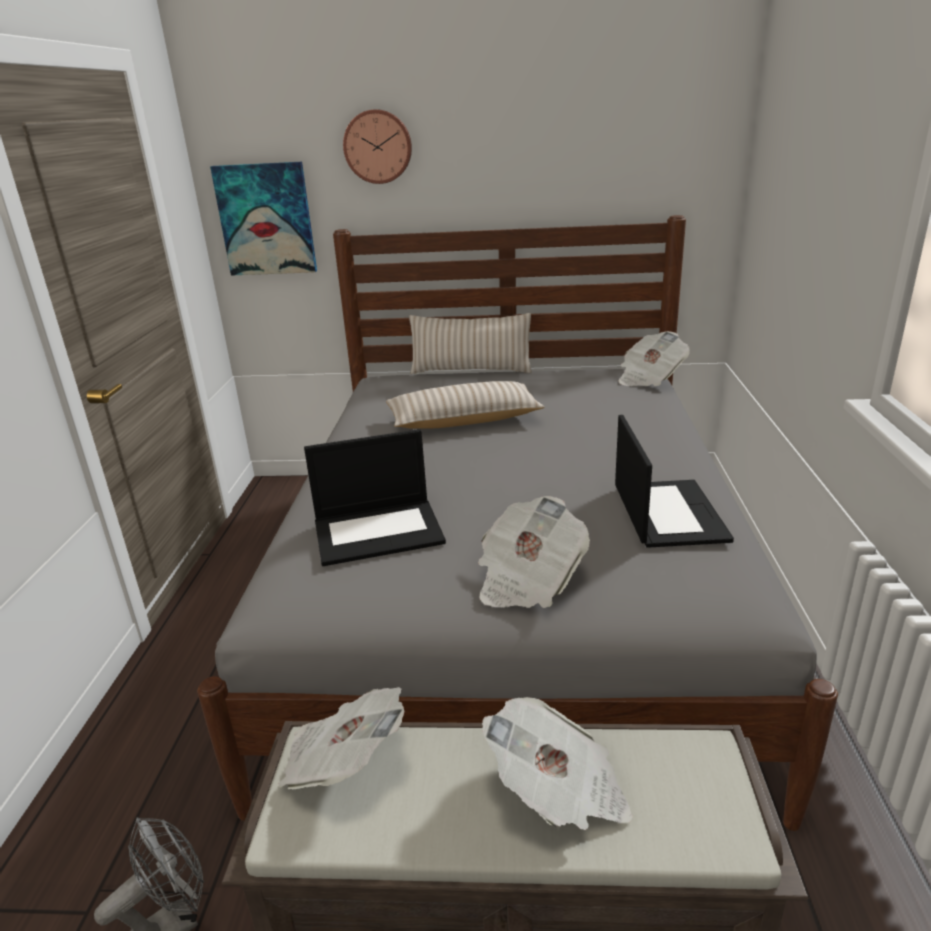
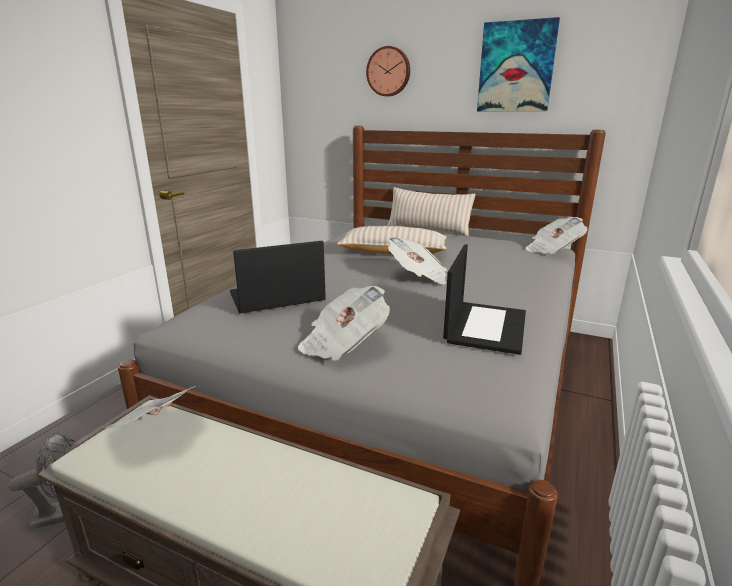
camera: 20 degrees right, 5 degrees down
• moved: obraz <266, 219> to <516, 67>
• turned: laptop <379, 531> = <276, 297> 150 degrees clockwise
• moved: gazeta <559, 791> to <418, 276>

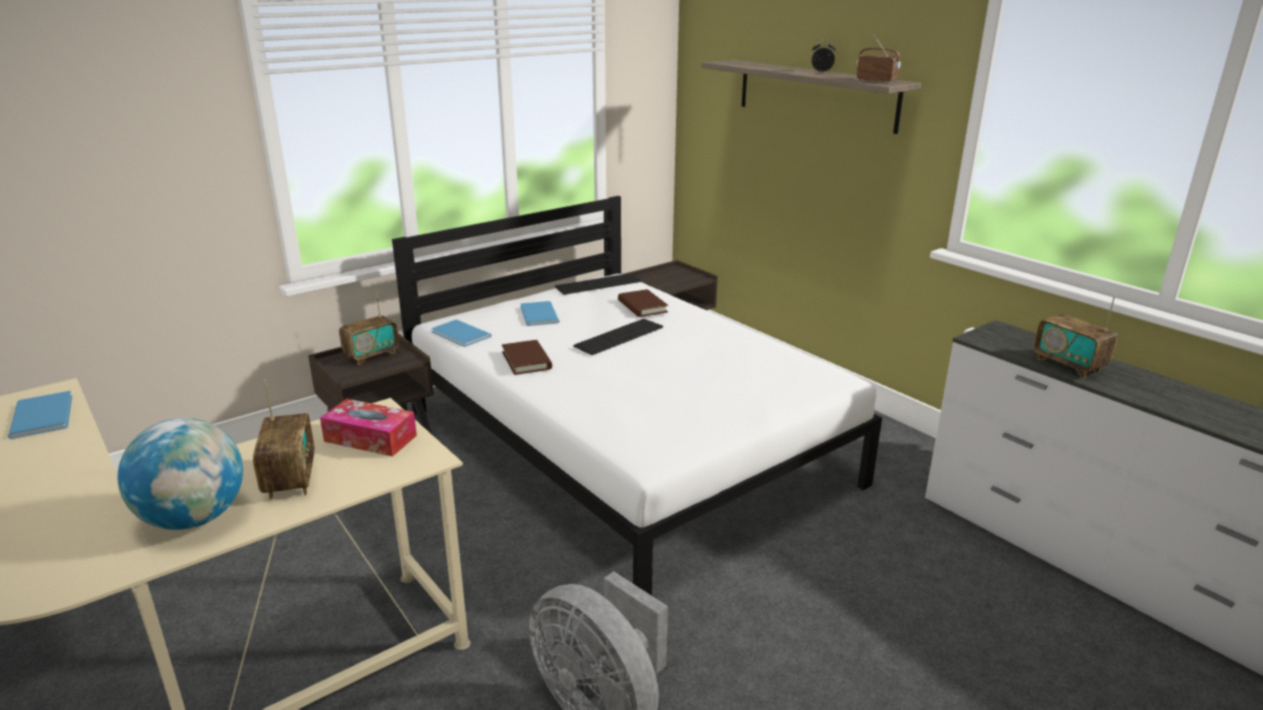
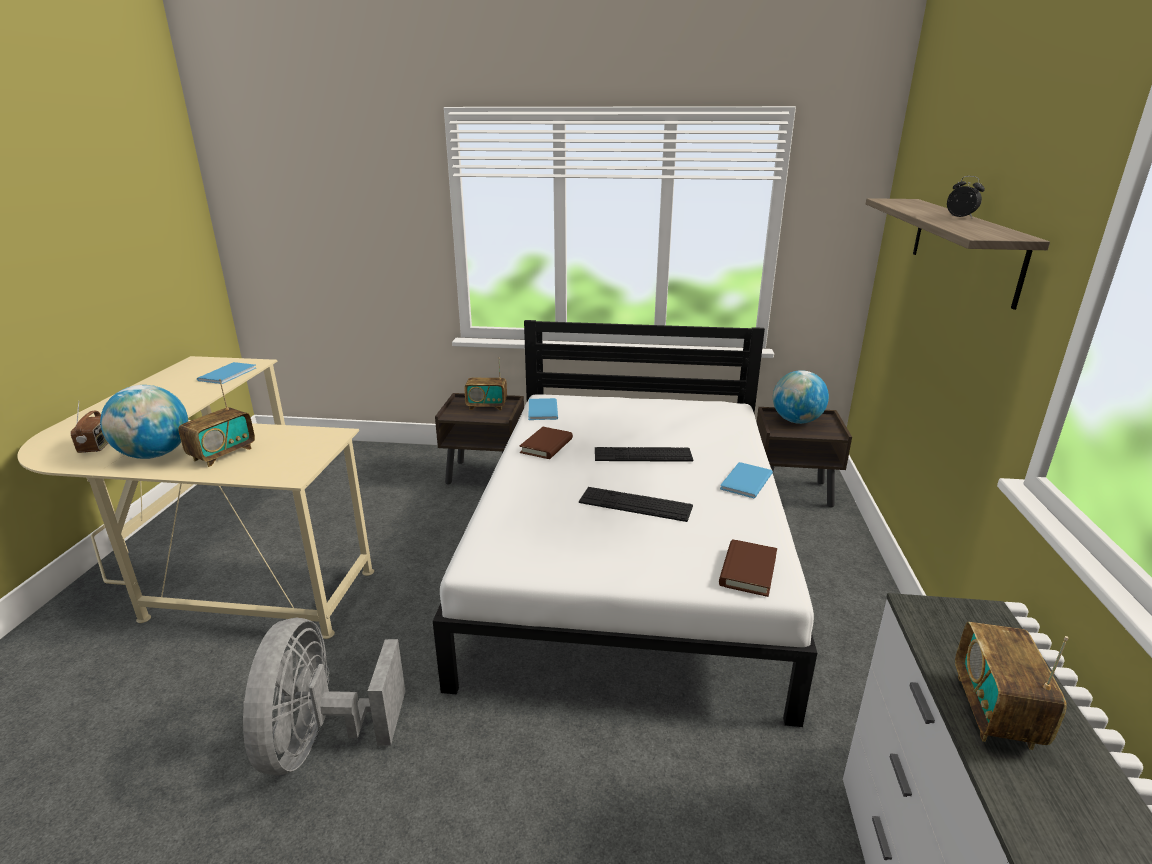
camera: 45 degrees right, 0 degrees up
• removed: pudełko chusteczek <370, 438>
• moved: książka [niebieski] <538, 315> to <744, 481>
• moved: klawiatura <598, 284> to <635, 504>
• moved: książka [brązowy] <642, 306> to <747, 571>
• moved: radio <876, 80> to <98, 446>
• added: globus <796, 421>

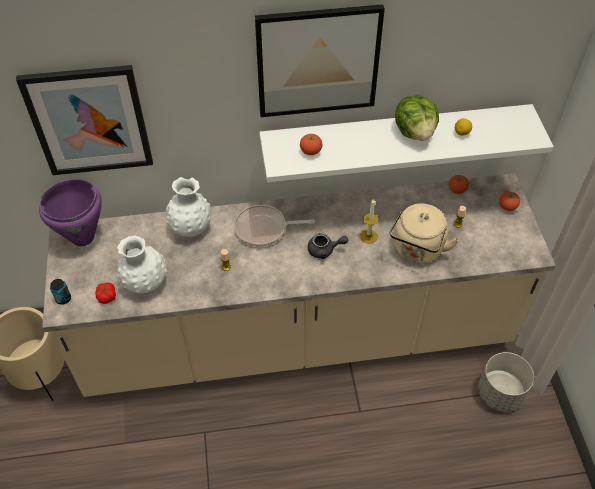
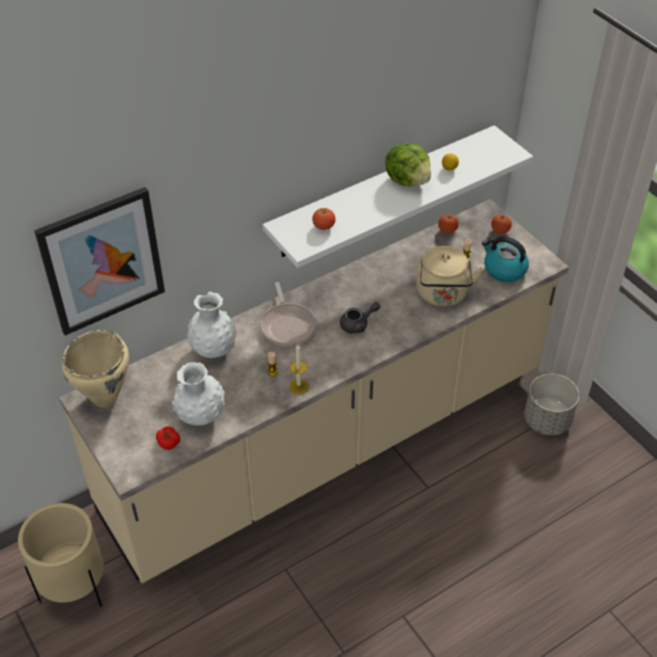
camera: 25 degrees left, 5 degrees down
• recoloured: garnek [fioletowy] <83, 237> to garnek [beżowy] <105, 397>
• removed: puszka <63, 299>
• turned: patelnia <264, 229> = <287, 325> 75 degrees counterclockwise
• removed: obraz <318, 61>
• moved: świeca <368, 236> to <299, 387>
• added: czajnik <504, 270>

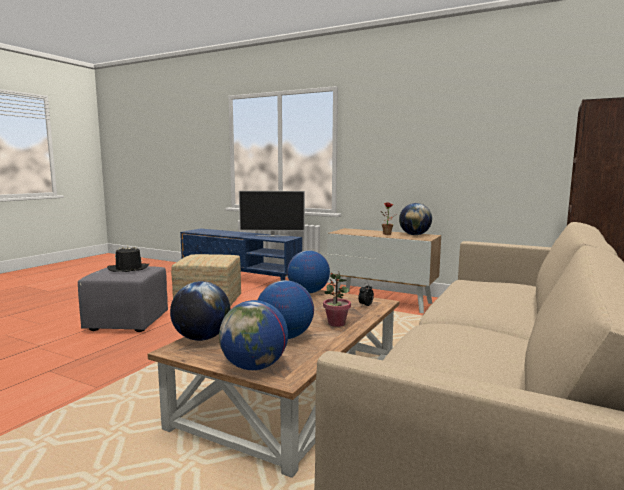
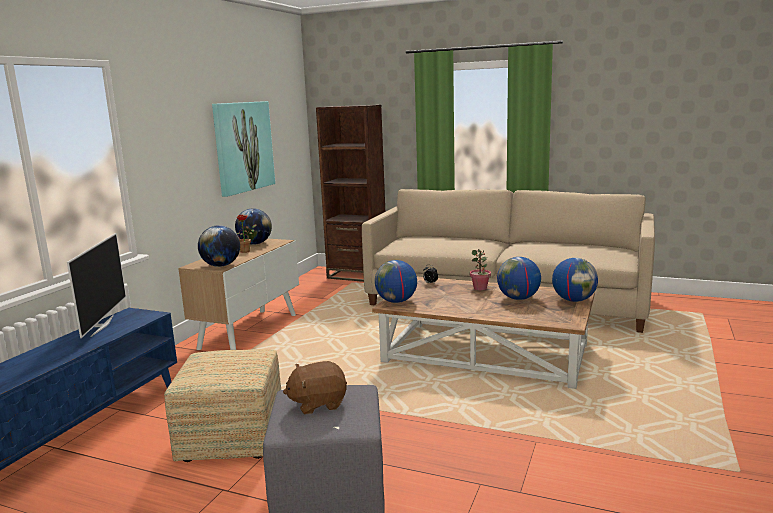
camera: 95 degrees left, 5 degrees up
• replaced: kapelusz [czarny] <128, 269> to pluszak [brązowy] <318, 403>
• moved: globus <201, 338> to <221, 265>
• added: obraz <243, 147>

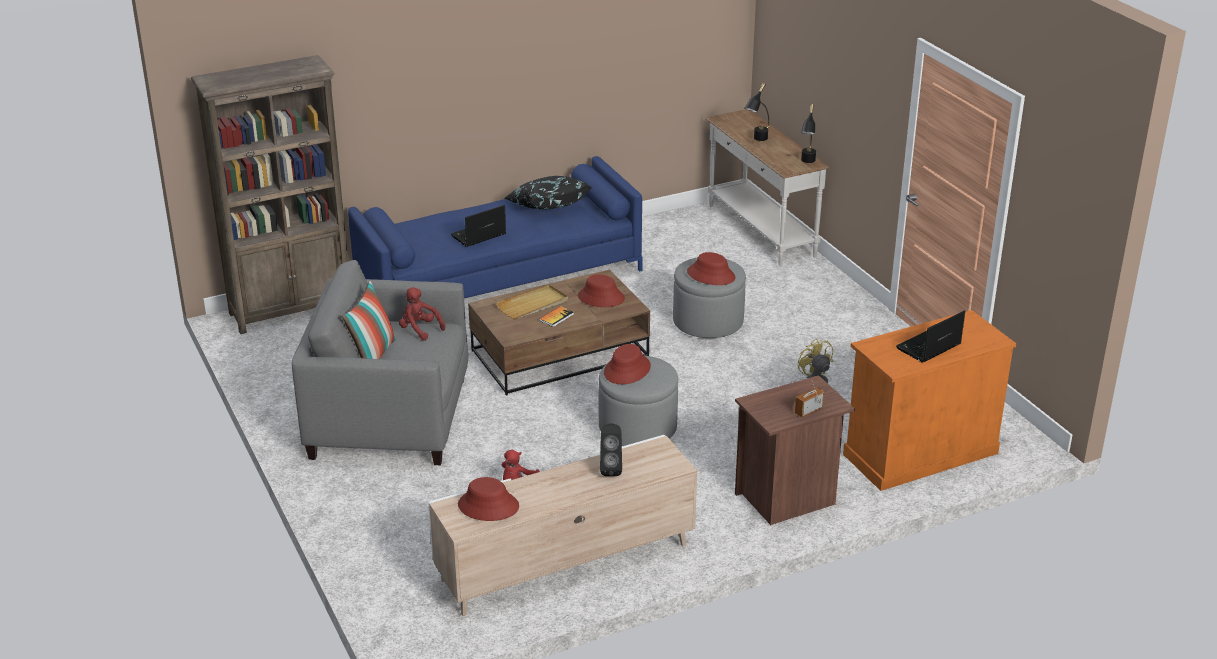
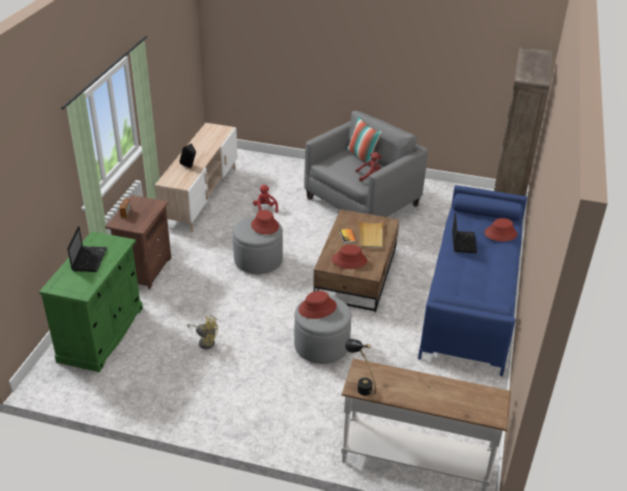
camera: 130 degrees right, 5 degrees up
• moved: kapelusz [czerwony] <488, 506> to <500, 233>
• removed: poduszka [czarny] <547, 206>
• removed: lampa stołowa [czarny] <757, 140>
• recoloured: szafka [pomarańczowy] <920, 453> to szafka [zielony] <101, 334>

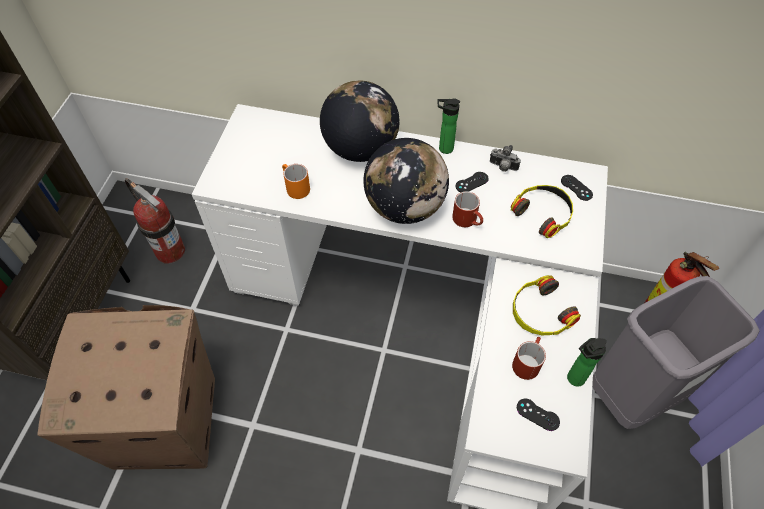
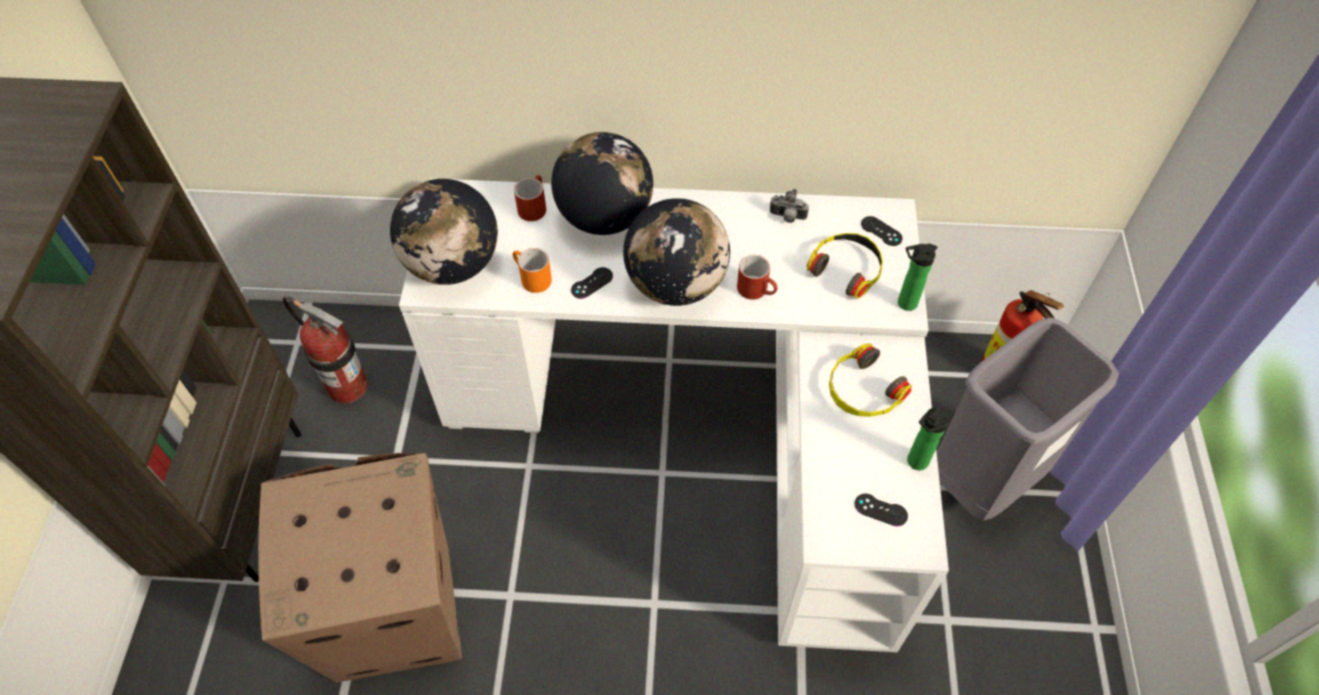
camera: 10 degrees left, 0 degrees up
• moved: butelka <443, 148> to <904, 303>
• moved: pad do gier [czarny] <472, 182> to <592, 283>
• moved: kubek [czerwony] <526, 361> to <533, 206>
• added: globus <453, 265>

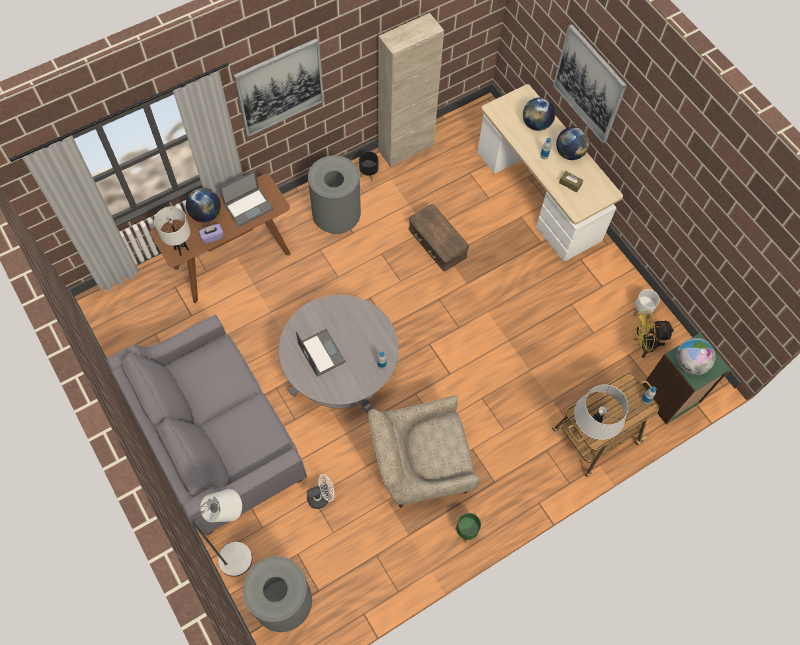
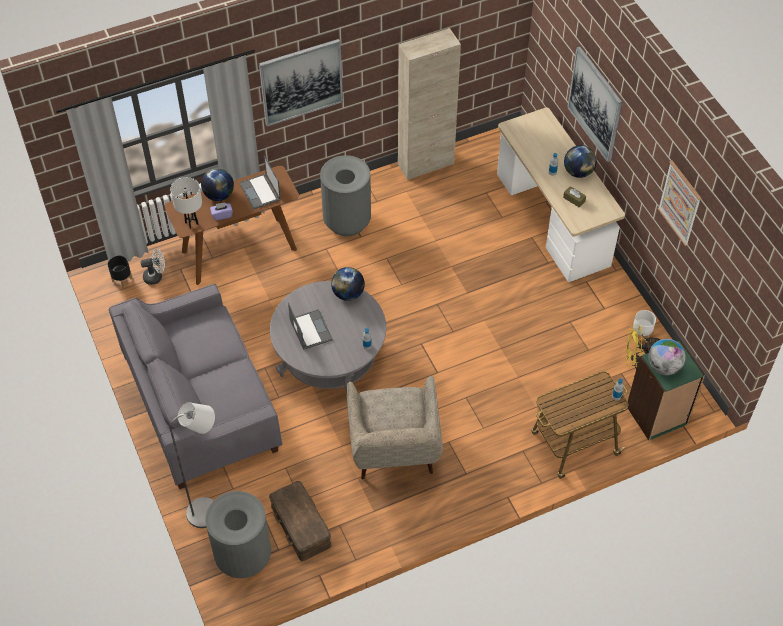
camera: 10 degrees right, 10 degrees down
• turned: laptop <249, 206> = <260, 192> 90 degrees clockwise
• moved: wentylator [biały] <321, 497> to <156, 276>
• moved: donica [czarny] <369, 174> to <122, 280>
• turned: fotel [beżowy] <419, 466> = <394, 451> 90 degrees counterclockwise
• moved: pojemnik do przechowywania [brązowy] <437, 242> to <300, 526>
• removed: donica [zielony] <466, 531>
• moved: globus <536, 124> to <348, 293>
• removed: lampa stołowa [szary] <592, 426>
• added: obraz <680, 203>

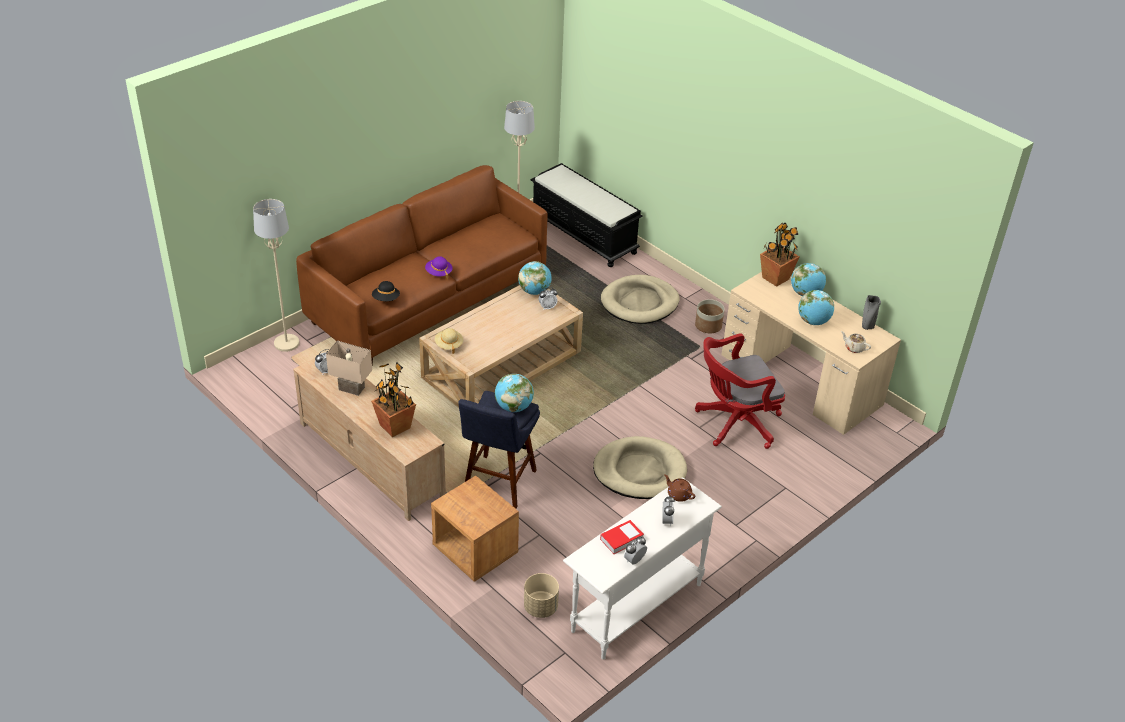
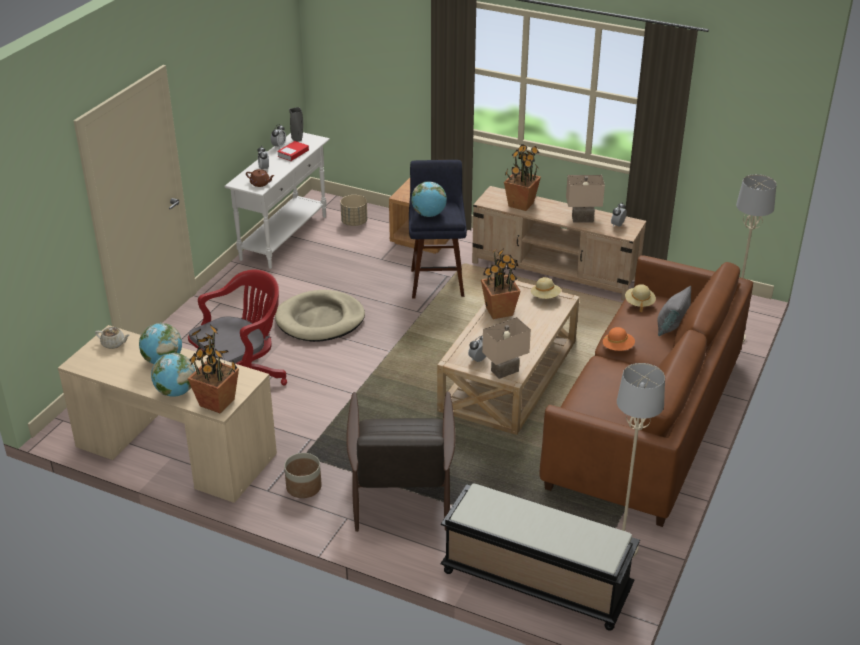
camera: 160 degrees right, 5 degrees down
• recoloured: kapelusz [czarny] <386, 299> to kapelusz [beżowy] <639, 303>
• recoloured: kapelusz [fioletowy] <438, 273> to kapelusz [pomarańczowy] <618, 348>
• replaced: globus <534, 291> to lampa stołowa [beżowy] <505, 372>
• replaced: legowisko [beżowy] <639, 303> to fotel [brązowy] <401, 493>
• moved: wazon [szary] <867, 327> to <297, 139>
• added: roślina doniczkowa <499, 311>
• added: poduszka [szary] <671, 326>

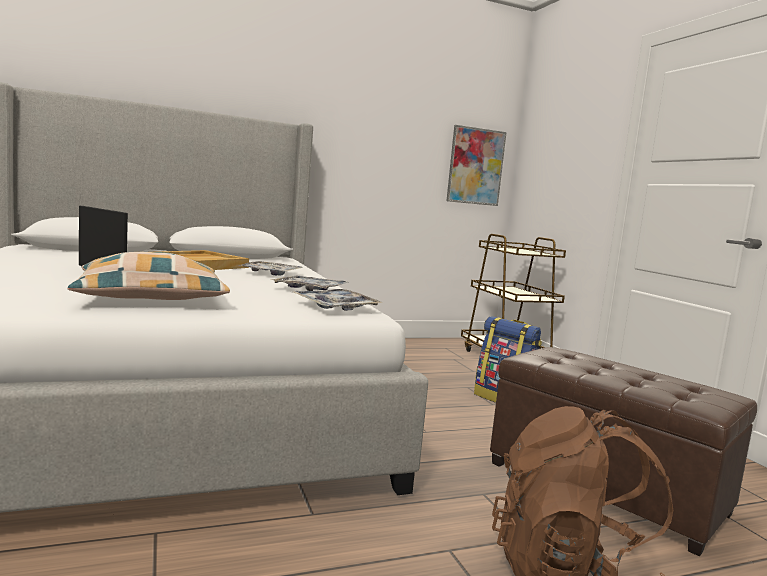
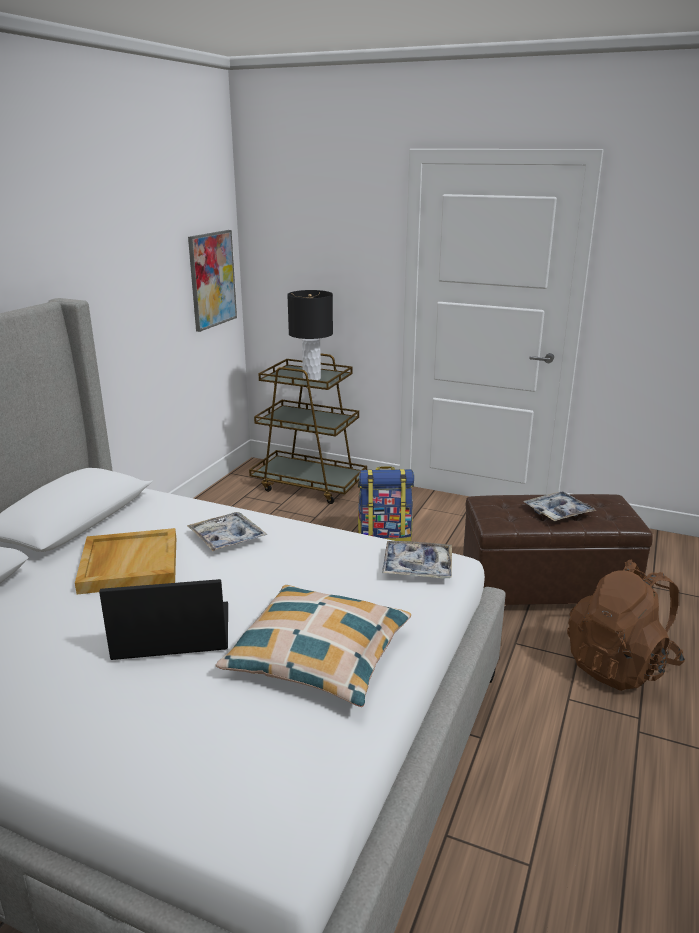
camera: 45 degrees left, 15 degrees up
• moved: taca <310, 290> to <558, 512>
• added: lampa stołowa [czarny] <311, 378>

